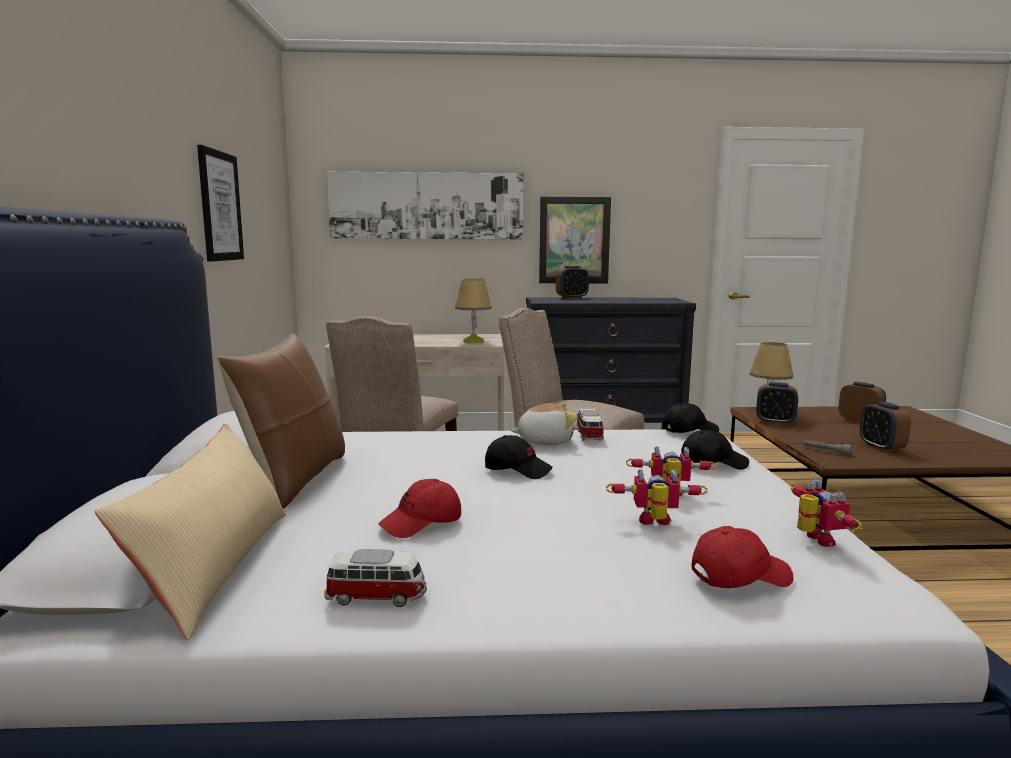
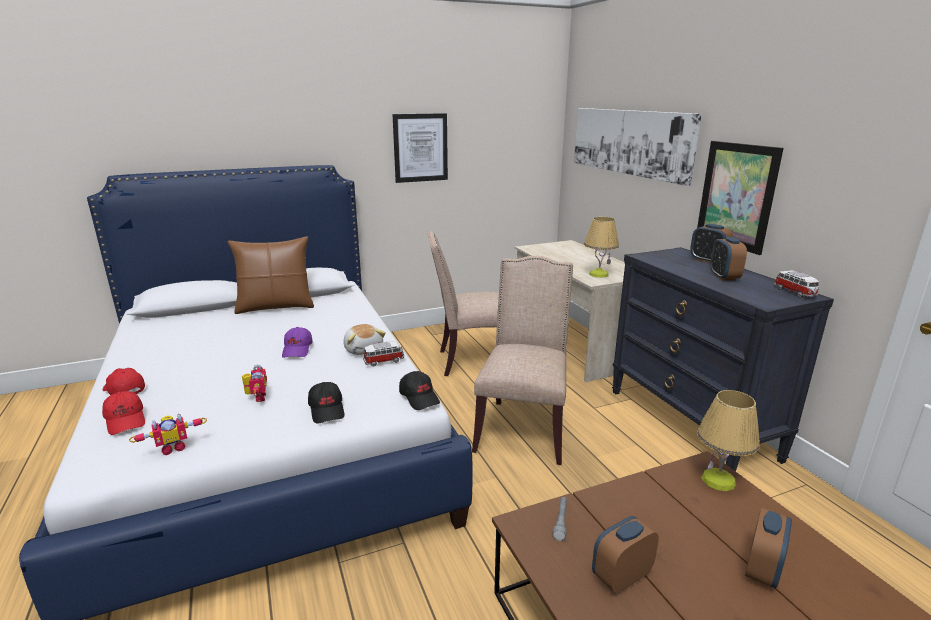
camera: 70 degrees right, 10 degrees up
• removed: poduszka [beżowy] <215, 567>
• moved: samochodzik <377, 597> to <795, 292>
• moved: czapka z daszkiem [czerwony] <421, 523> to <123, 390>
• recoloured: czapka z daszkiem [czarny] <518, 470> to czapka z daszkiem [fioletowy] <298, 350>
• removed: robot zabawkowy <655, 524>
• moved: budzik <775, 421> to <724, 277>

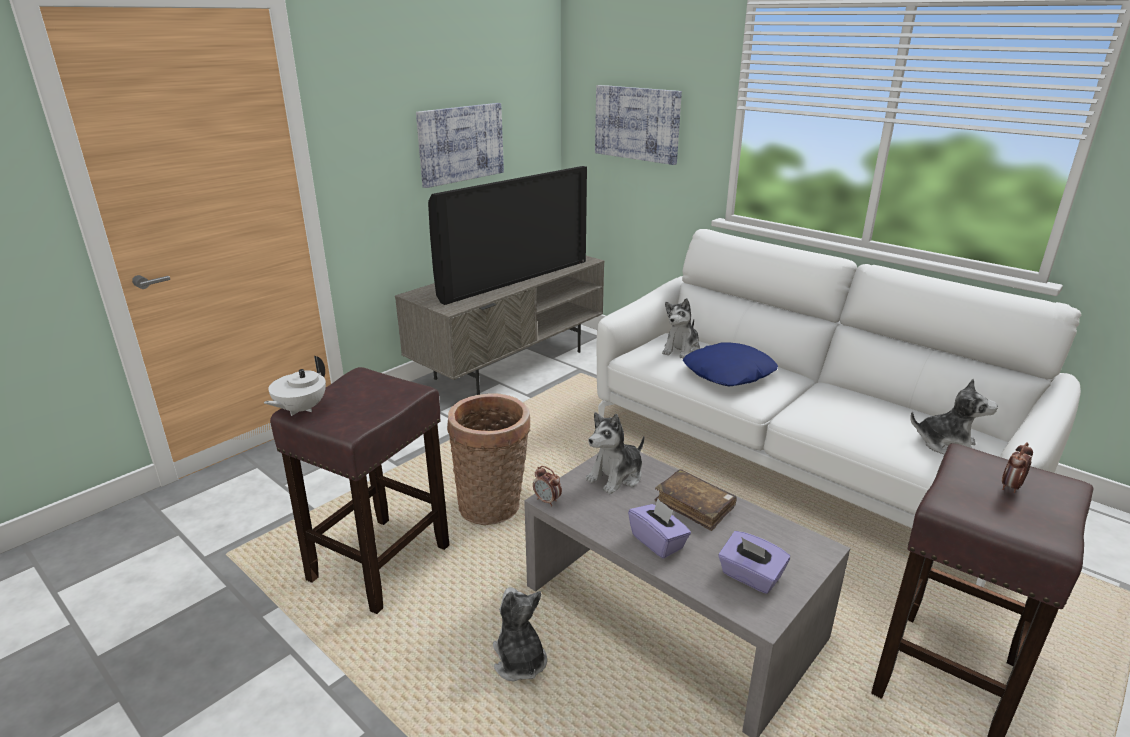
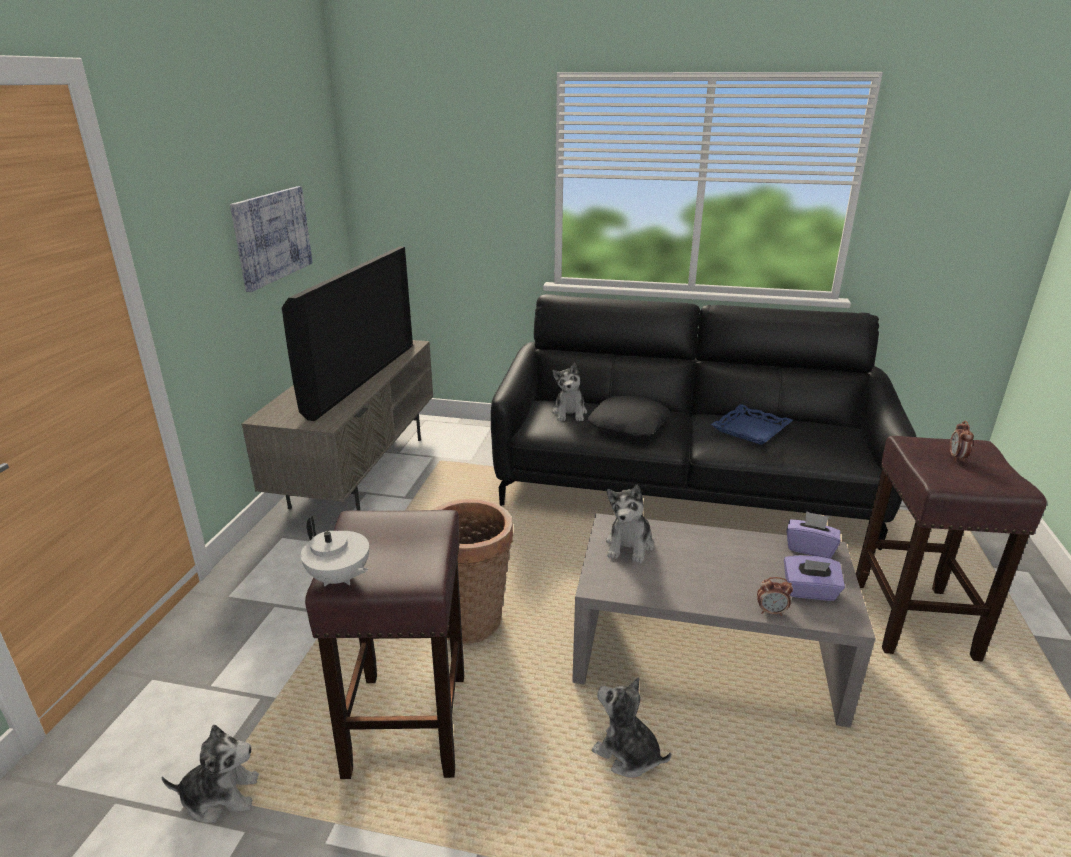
camera: 30 degrees left, 0 degrees up
• turned: imbryk [biały] <300, 409> = <339, 578> 45 degrees counterclockwise
• moved: budzik <547, 501> to <771, 612>
• removed: obraz <637, 123>
• recoloured: kanapa [biały] <795, 459> to kanapa [czarny] <683, 487>
• moved: pudełko chusteczek [fioletowy] <658, 541> to <810, 548>
• removed: książka [brązowy] <694, 506>
• recoloured: poduszka [niebieski] <729, 373> to poduszka [czarny] <629, 424>
• moved: pluszak <946, 444> to <221, 796>
• added: taca [niebieski] <751, 430>

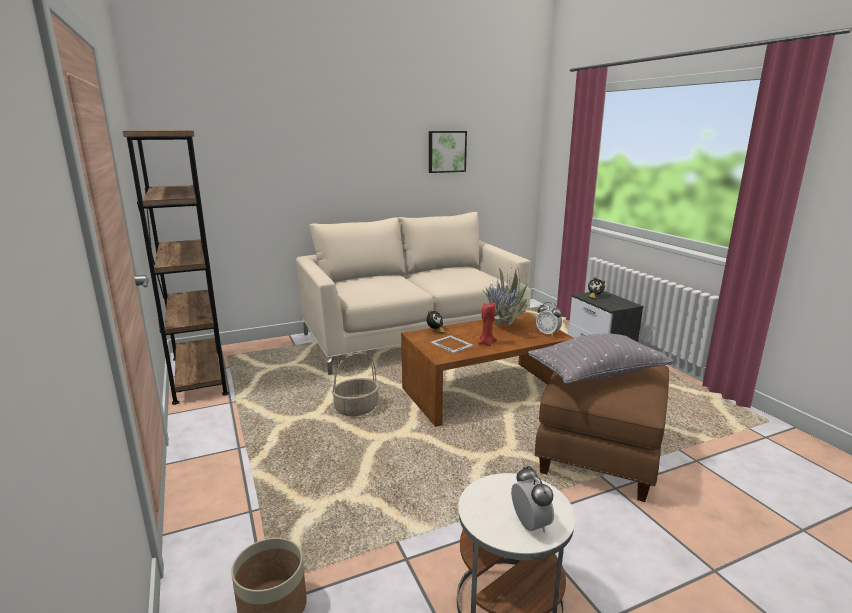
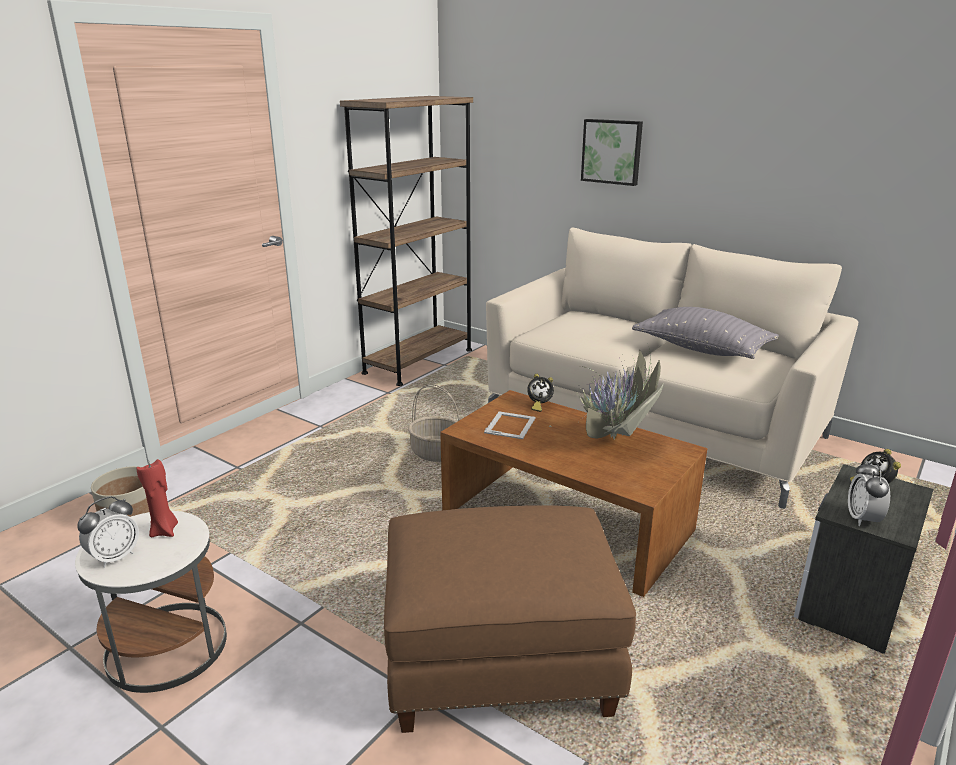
camera: 60 degrees right, 5 degrees up
• moved: obraz <446, 151> to <612, 151>
• moved: świeca [czerwony] <486, 343> to <164, 531>
• moved: poduszka [szary] <597, 374> to <702, 349>
• moved: budzik <547, 333> to <862, 519>

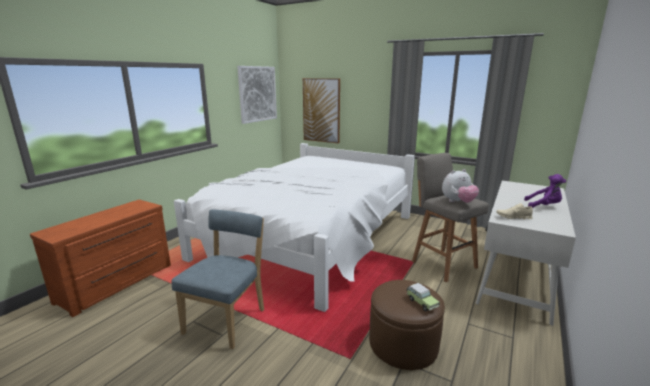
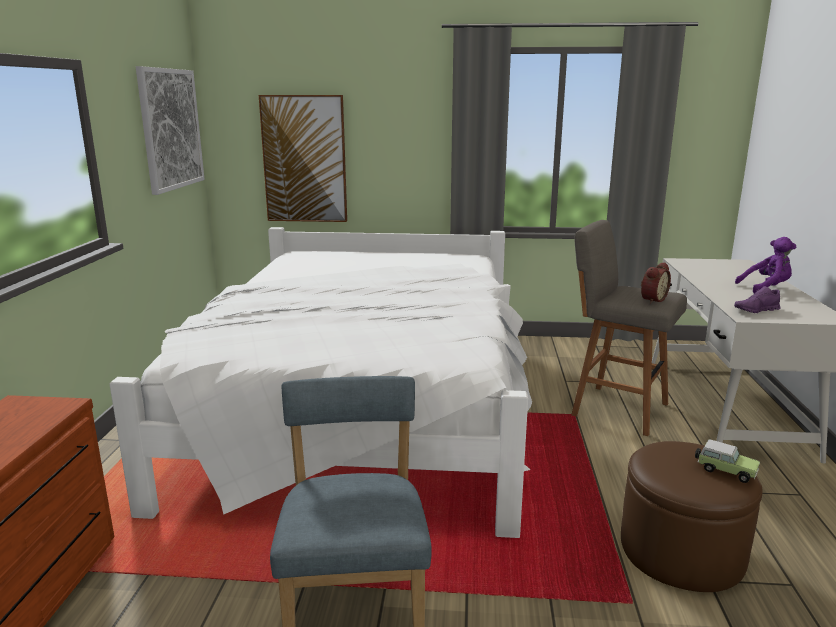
camera: 25 degrees left, 0 degrees up
• replaced: pluszak <458, 202> to budzik <652, 299>
• recoloured: but [beżowy] <513, 217> to but [fioletowy] <756, 310>

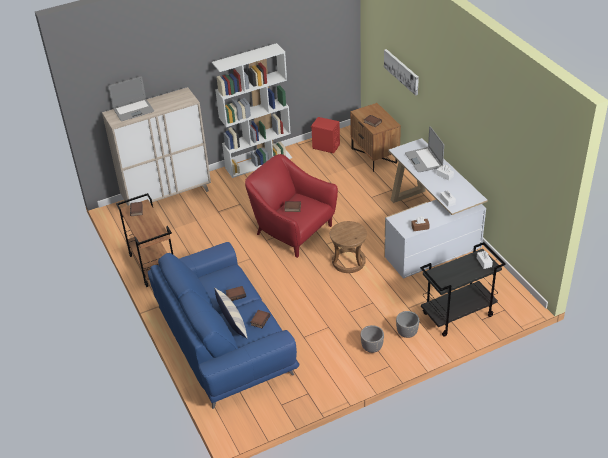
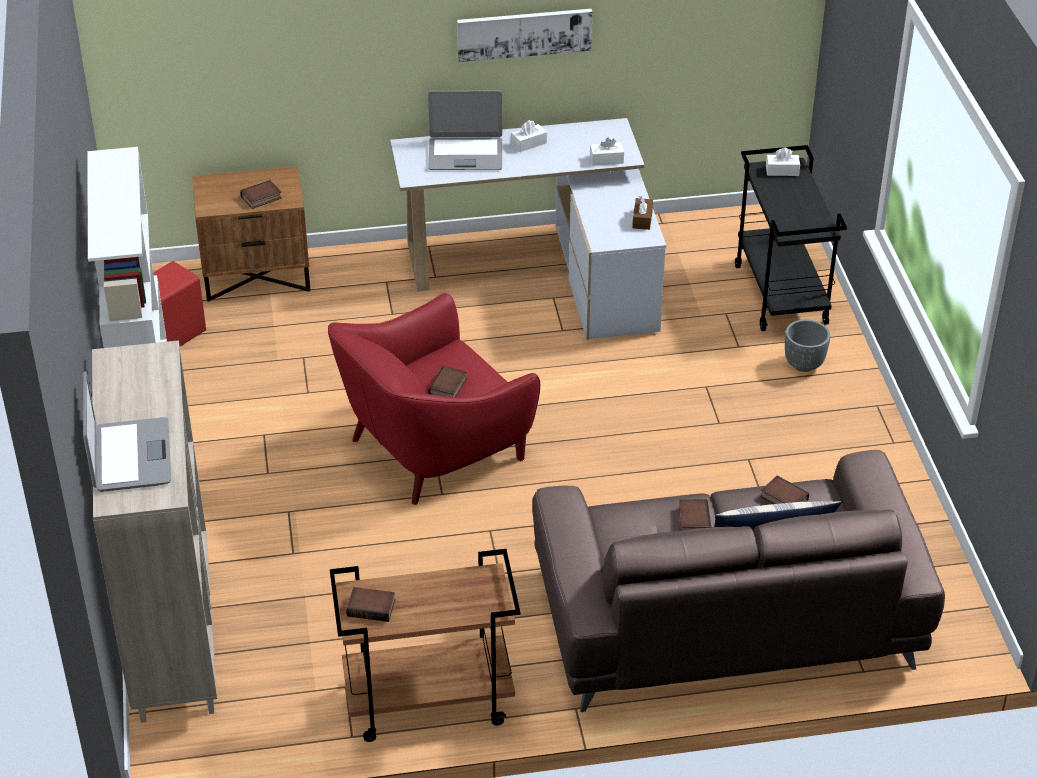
camera: 75 degrees left, 0 degrees up
• recoloured: kanapa [niebieski] <223, 339> to kanapa [brązowy] <725, 618>
• removed: stołek [brązowy] <348, 261>
• removed: donica [szary] <372, 348>
• moved: obraz <401, 71> to <524, 33>

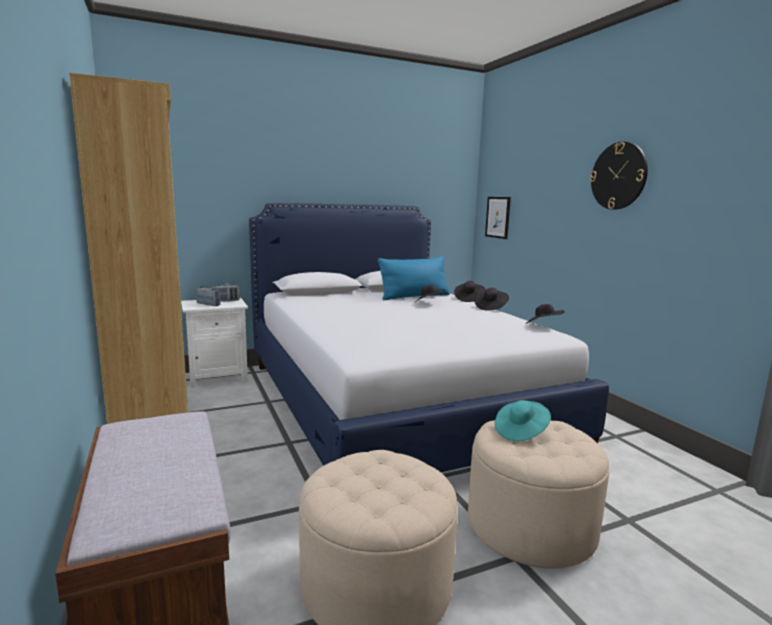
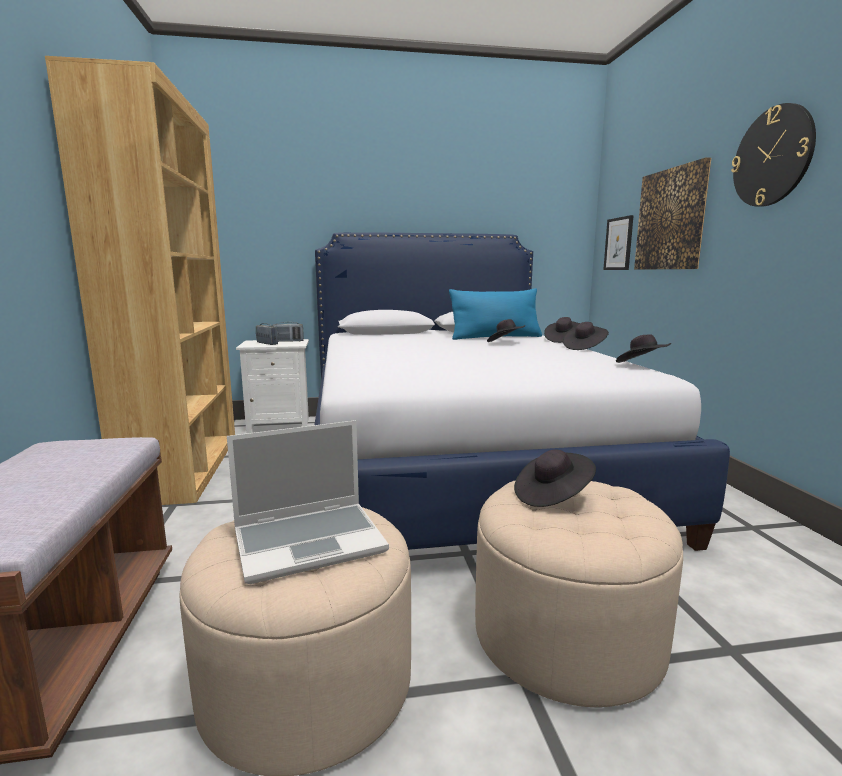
camera: 15 degrees right, 0 degrees up
• recoloured: kapelusz [turkusowy] <520, 432> to kapelusz [czarny] <552, 496>
• added: laptop <310, 541>
• added: obraz <671, 219>

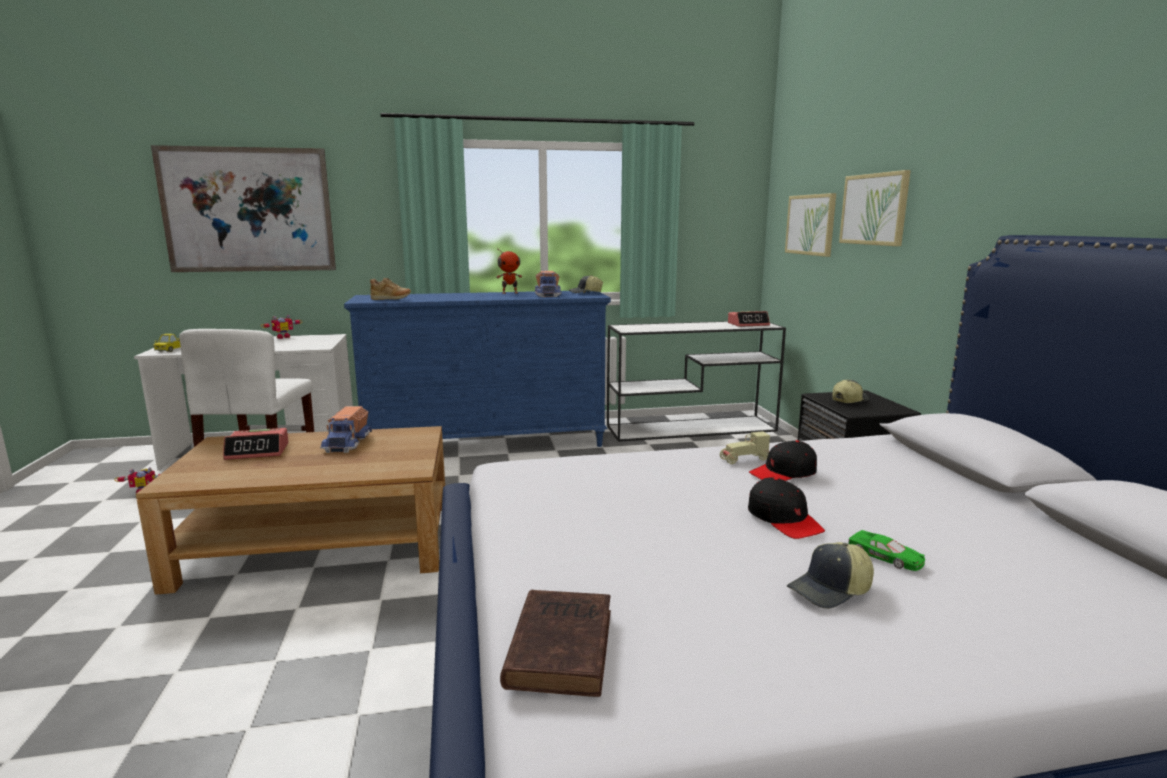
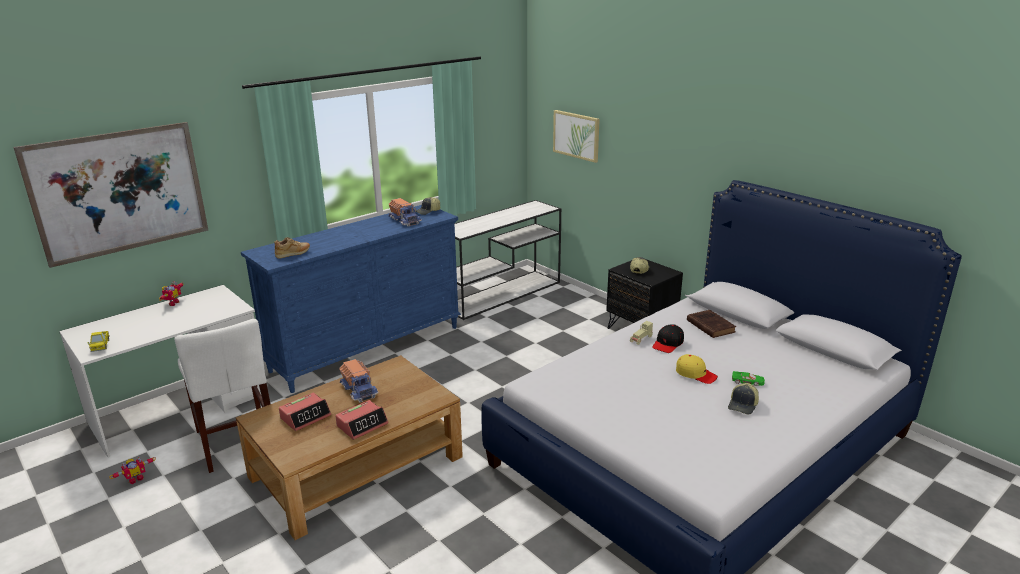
camera: 30 degrees left, 10 degrees up
• removed: robot zabawkowy <509, 293>
• moved: książka [brązowy] <561, 645> to <709, 326>
• moved: budzik <748, 324> to <362, 425>
• recoloured: czapka z daszkiem [czarny] <784, 519> to czapka z daszkiem [żółty] <695, 374>
• removed: obraz <874, 209>

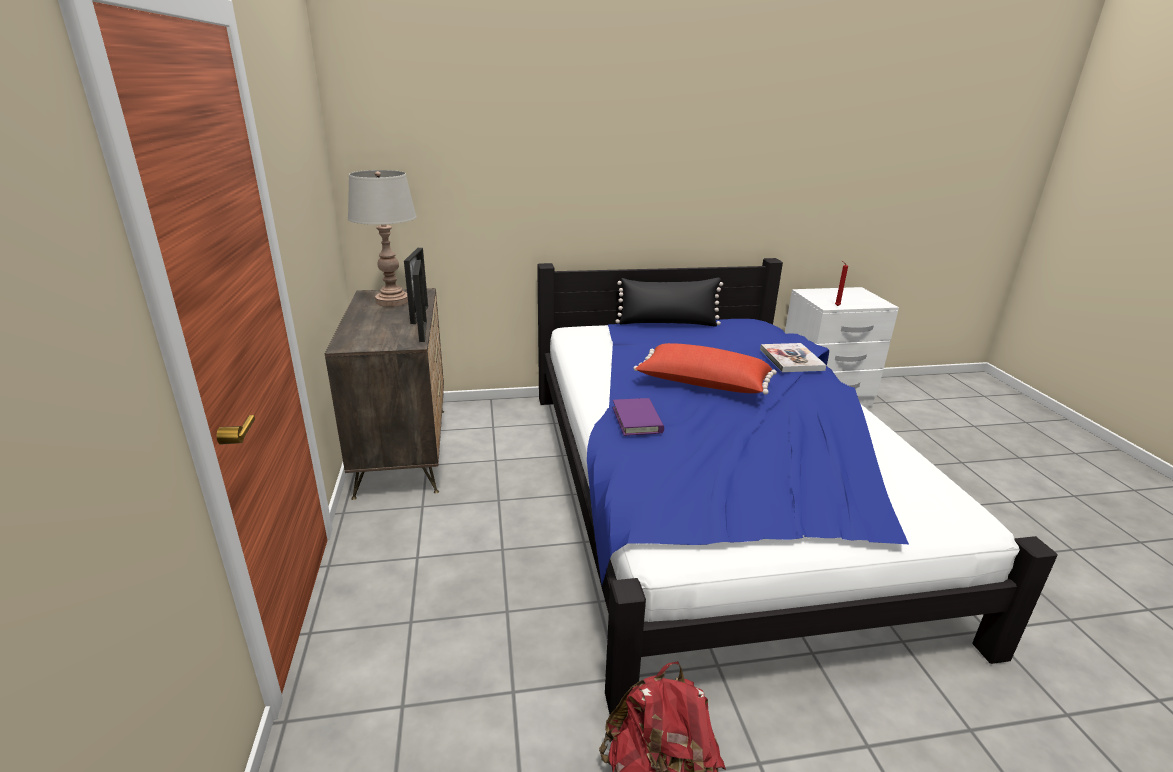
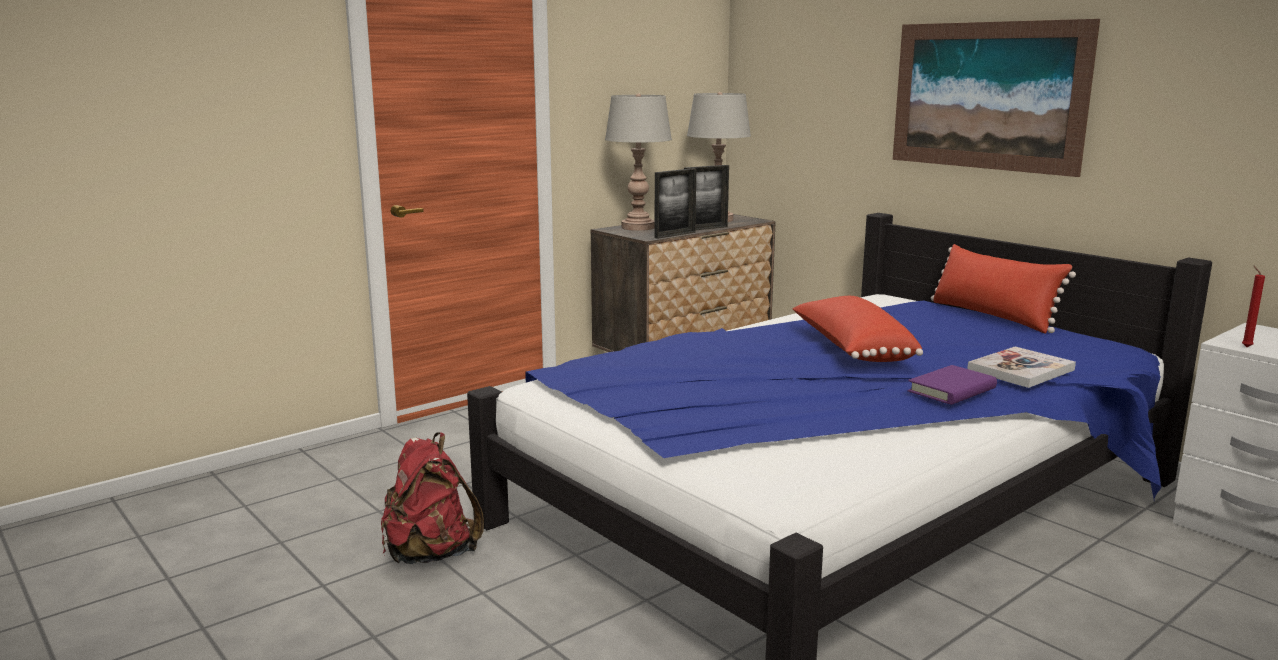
camera: 60 degrees right, 10 degrees down
• moved: książka [fioletowy] <637, 420> to <952, 390>
• recoloured: poduszka [czarny] <668, 323> to poduszka [czerwony] <992, 316>
• added: lampa stołowa [szary] <638, 227>
• added: obraz <987, 96>

